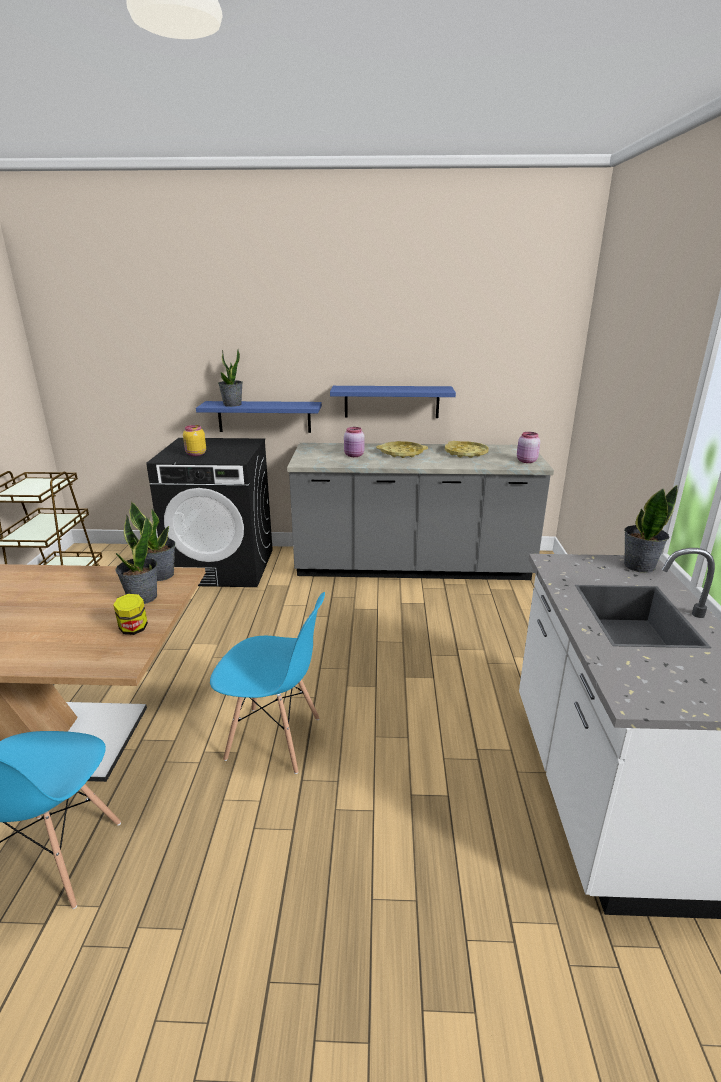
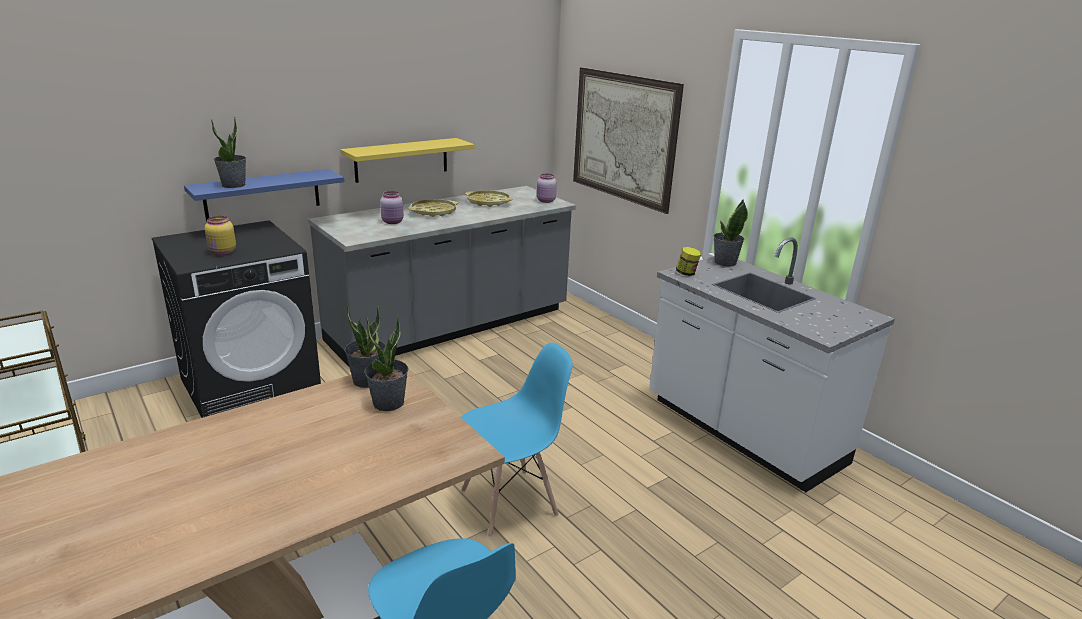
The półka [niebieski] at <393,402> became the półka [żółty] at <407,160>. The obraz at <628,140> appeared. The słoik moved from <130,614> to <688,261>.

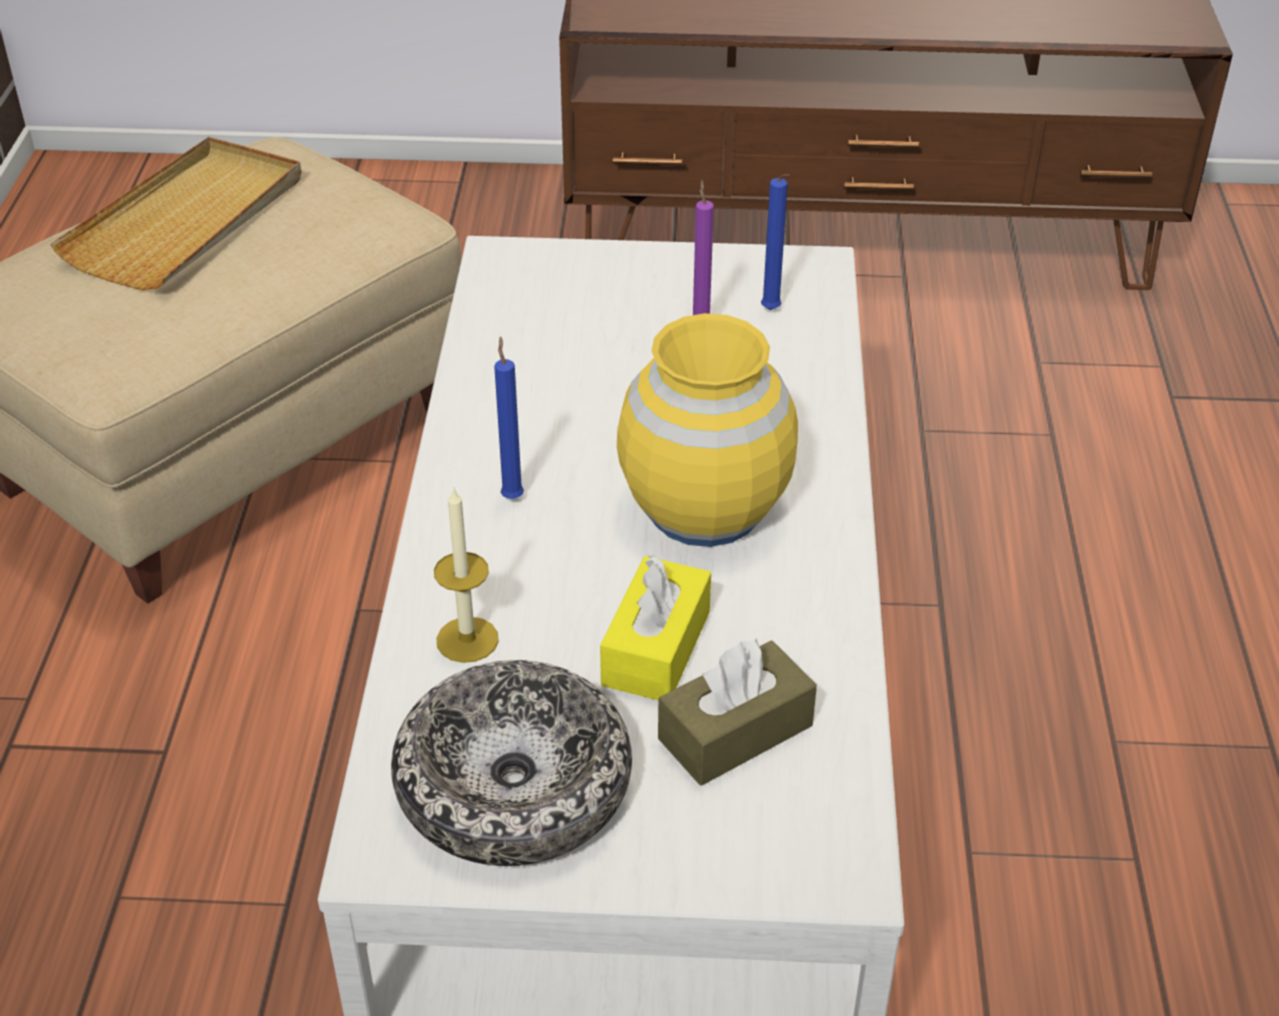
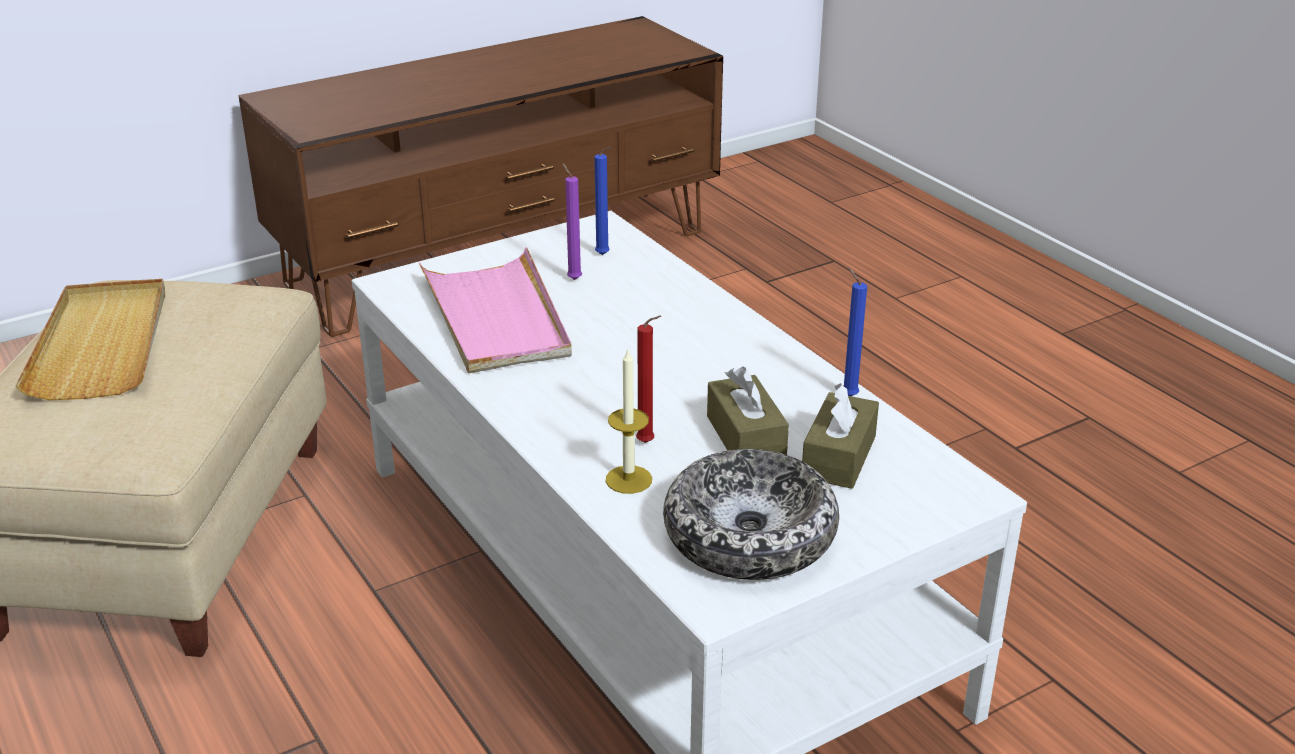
The taca [różowy] at <495,310> appeared. The świeca [czerwony] at <648,379> appeared. The pudełko chusteczek [żółty] at <655,627> became the pudełko chusteczek [brązowy] at <748,411>. The świeca [niebieski] moved from <509,417> to <855,331>. The wazon [żółty] at <707,430> disappeared.

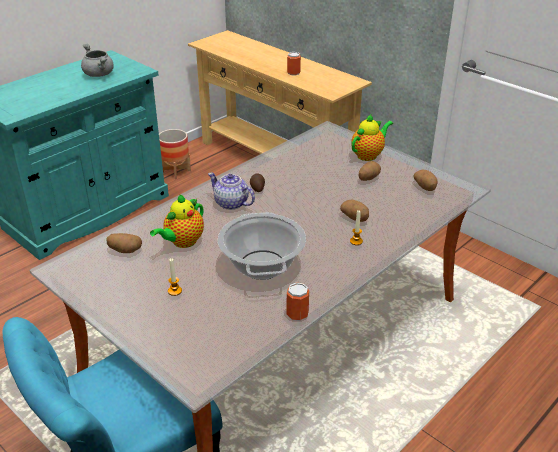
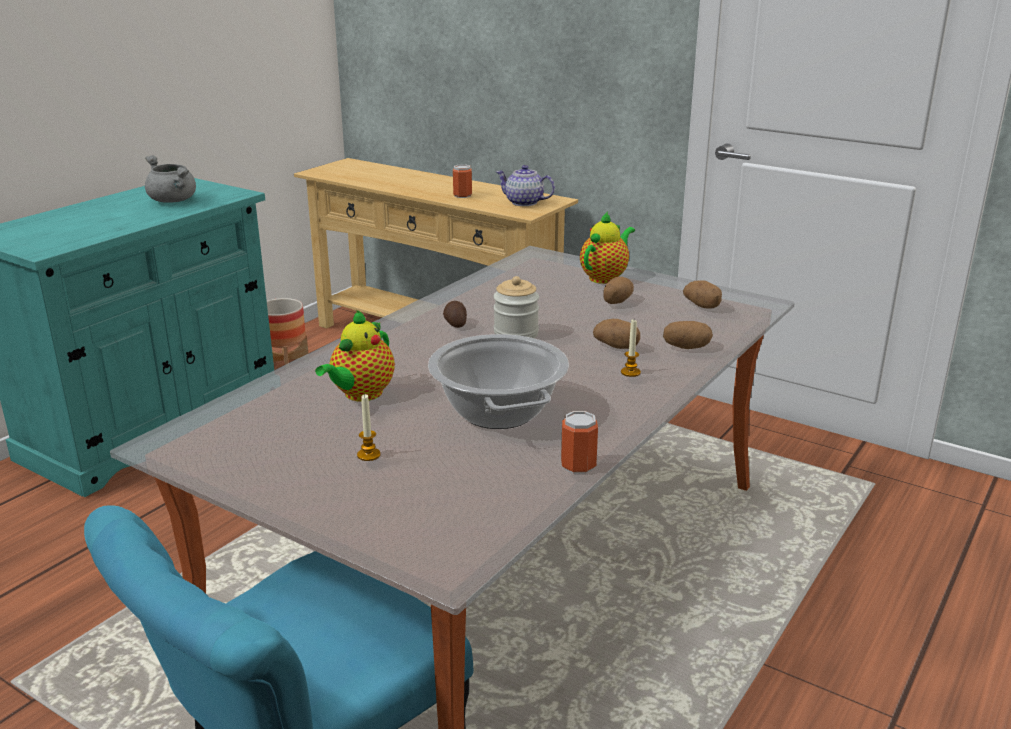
The słoik at <516,307> appeared. The imbryk moved from <231,191> to <525,185>. The ziemniak moved from <124,243> to <688,335>.

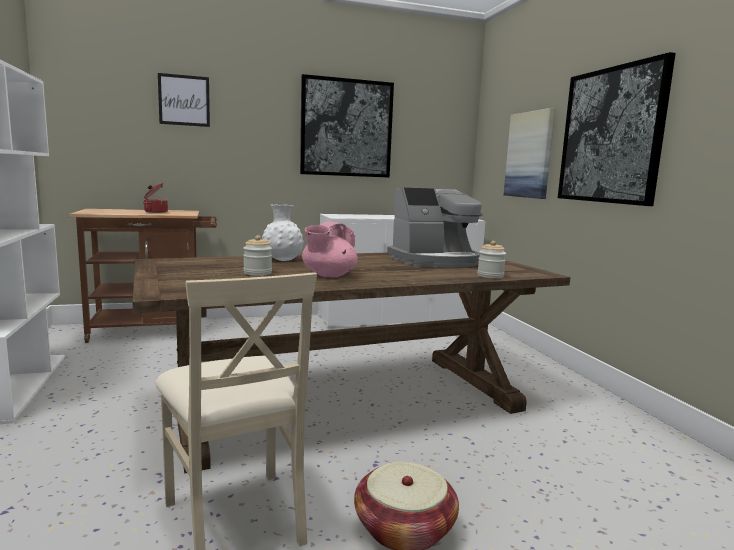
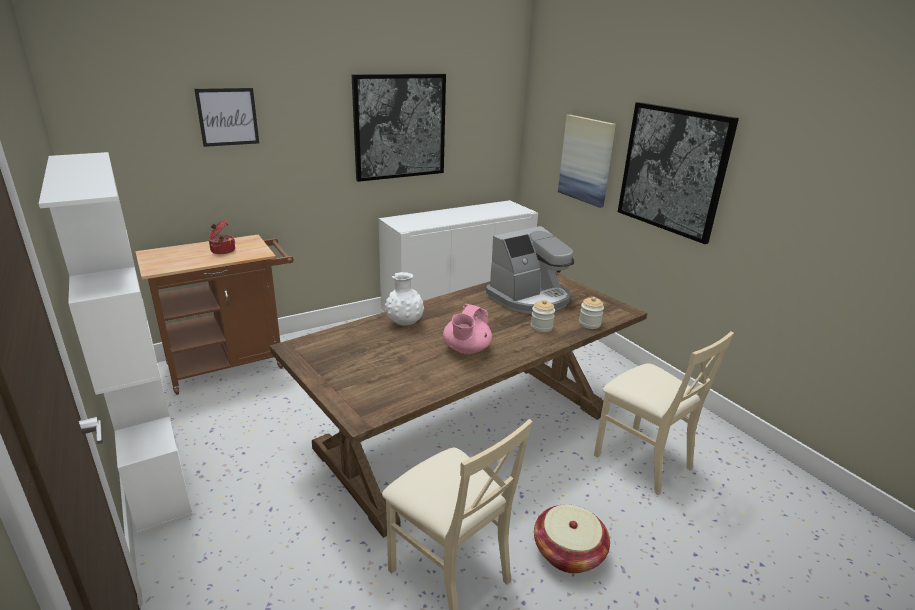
The słoik moved from <257,255> to <543,316>. The krzesło [beżowy] at <664,413> appeared.

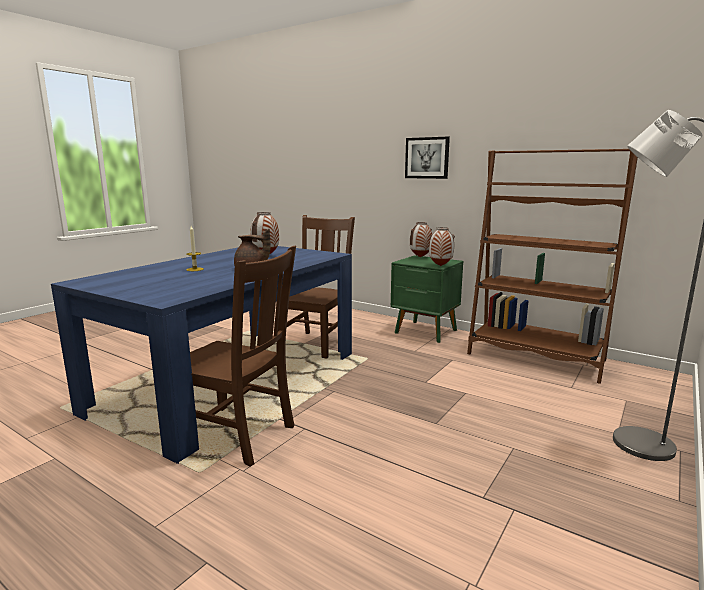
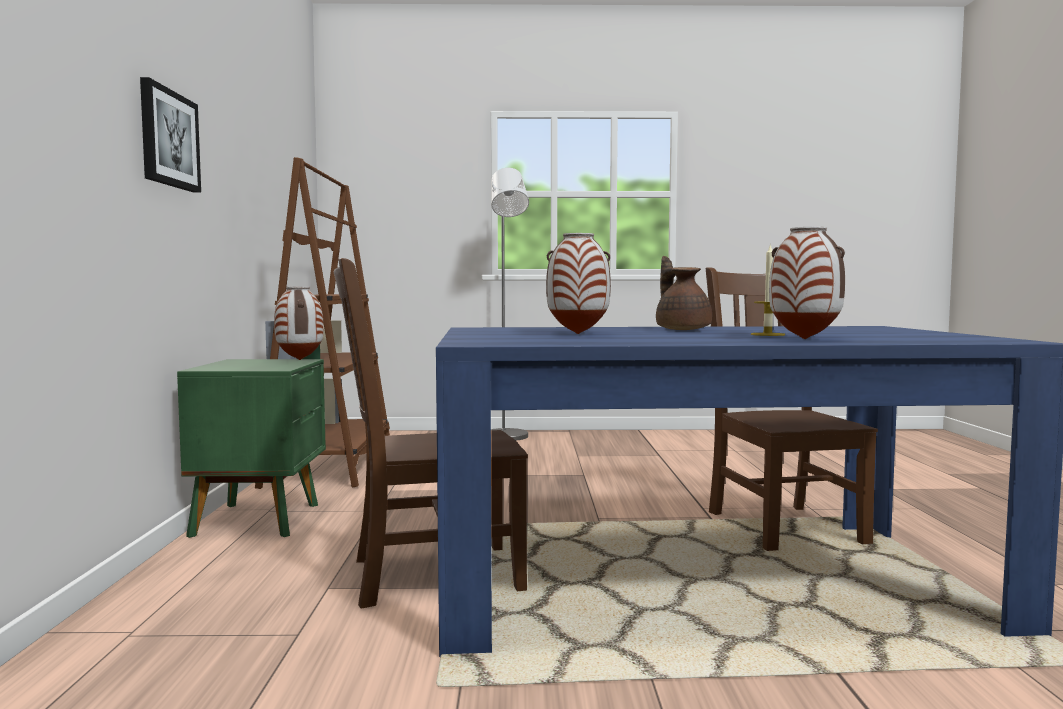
The wazon moved from <421,239> to <807,283>.

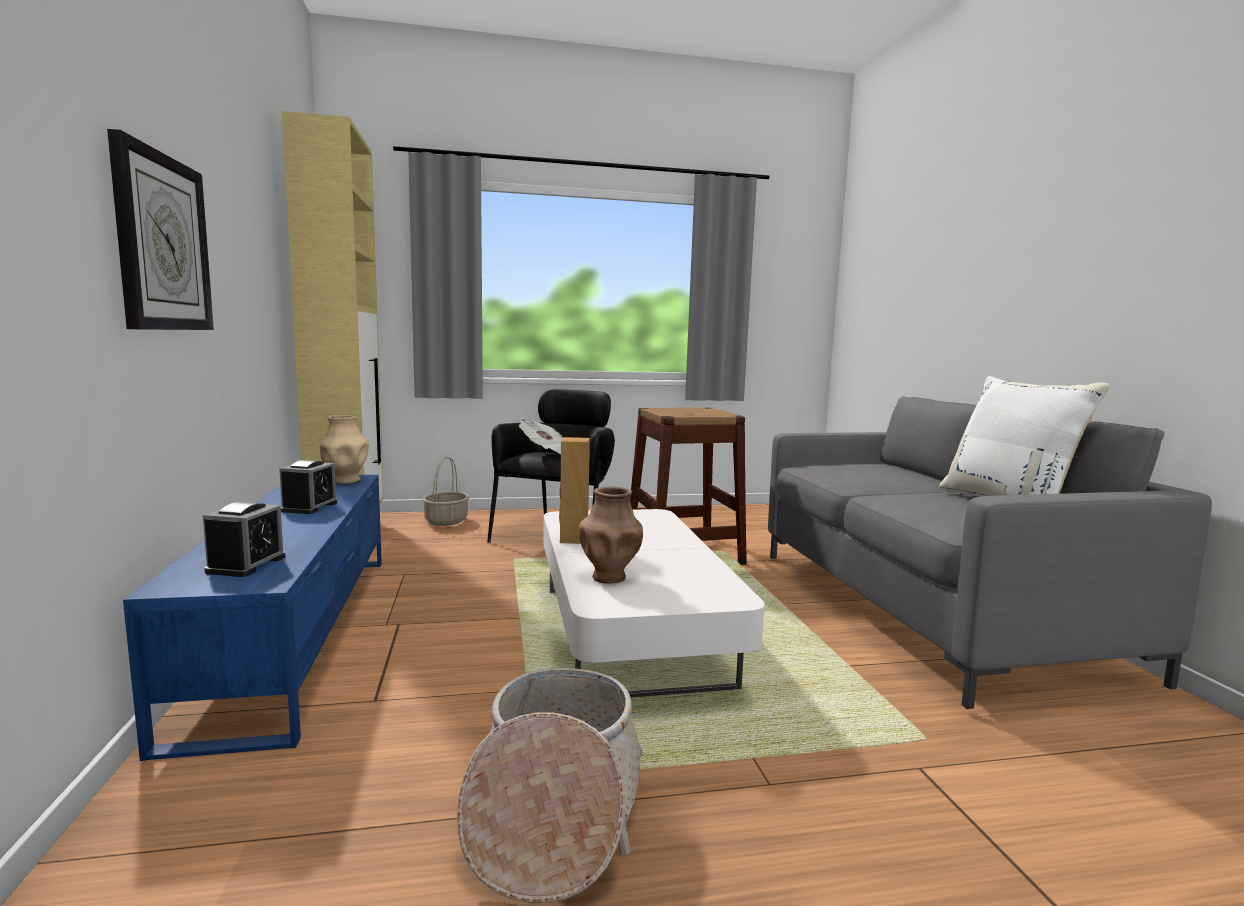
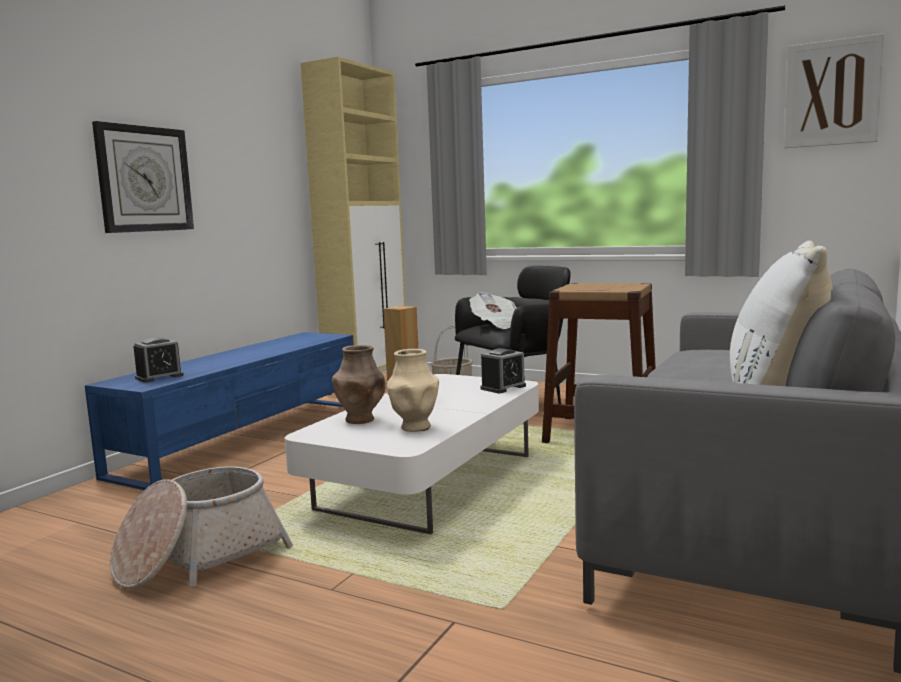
The wazon [beżowy] moved from <344,449> to <413,390>. The budzik moved from <308,487> to <503,370>. The obraz at <834,90> appeared.

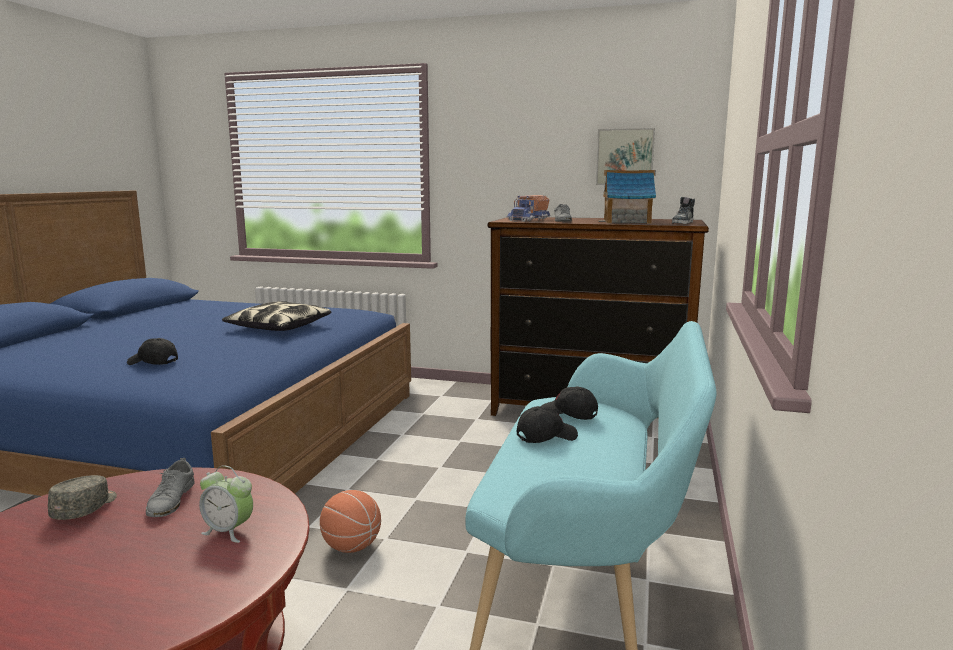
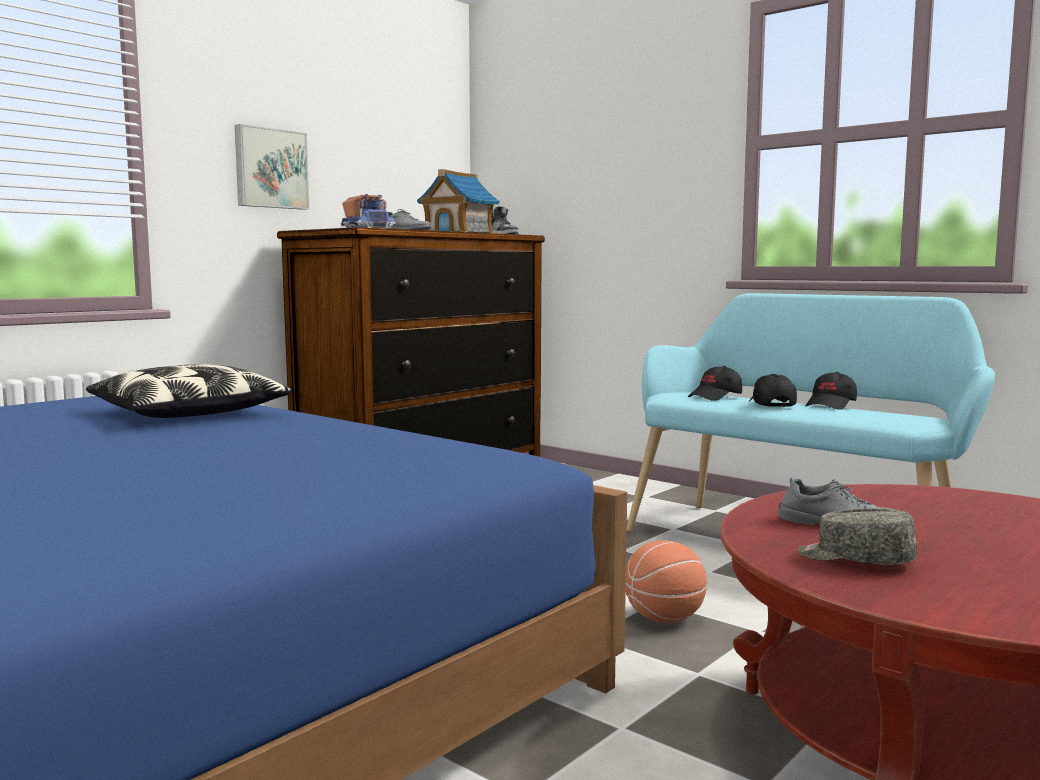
The obraz moved from <625,156> to <272,167>. The czapka z daszkiem [czarny] moved from <152,351> to <831,391>. The budzik at <226,504> disappeared.

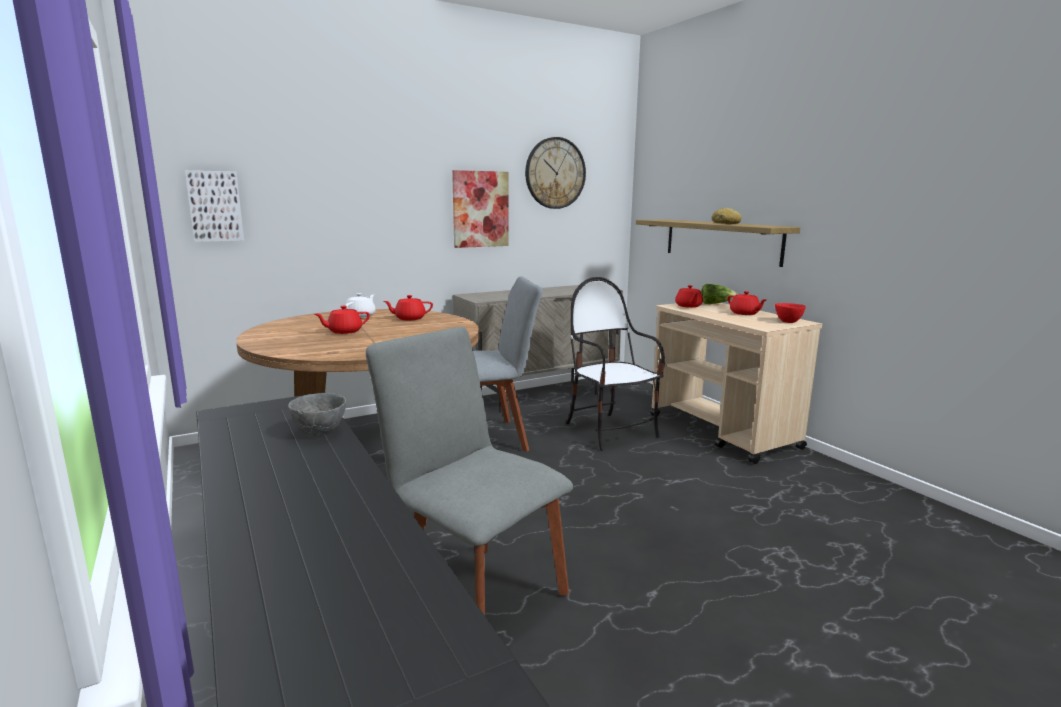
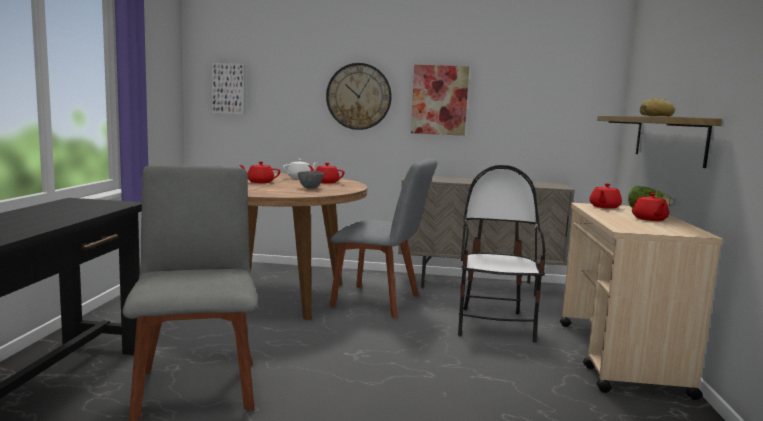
The miska [szary] moved from <317,414> to <311,180>. The zegar ścienny moved from <555,173> to <359,96>. The miska [czerwony] at <790,313> disappeared.

